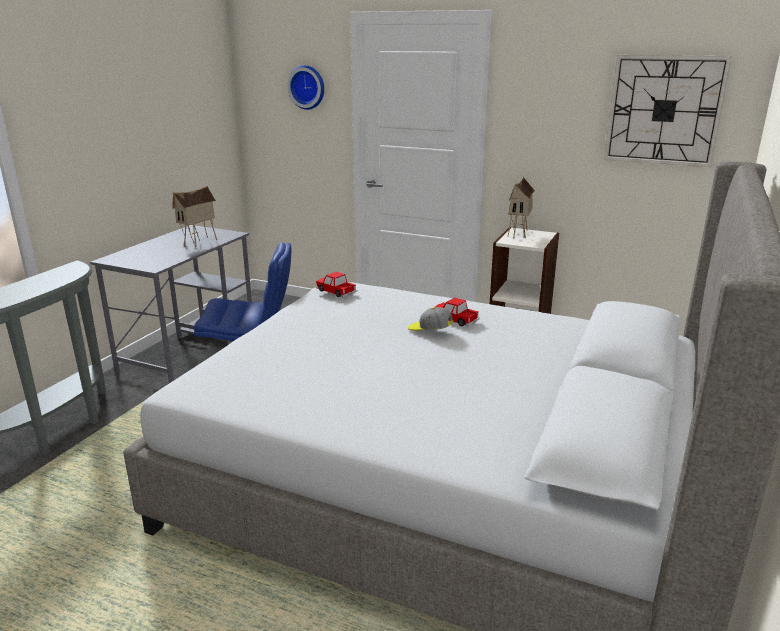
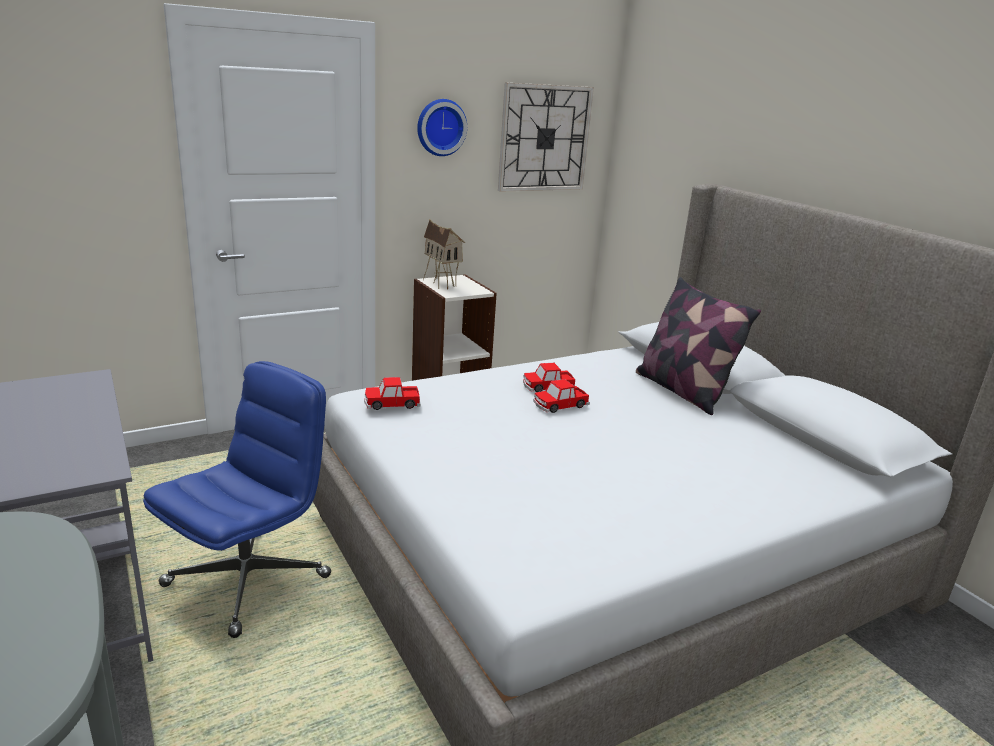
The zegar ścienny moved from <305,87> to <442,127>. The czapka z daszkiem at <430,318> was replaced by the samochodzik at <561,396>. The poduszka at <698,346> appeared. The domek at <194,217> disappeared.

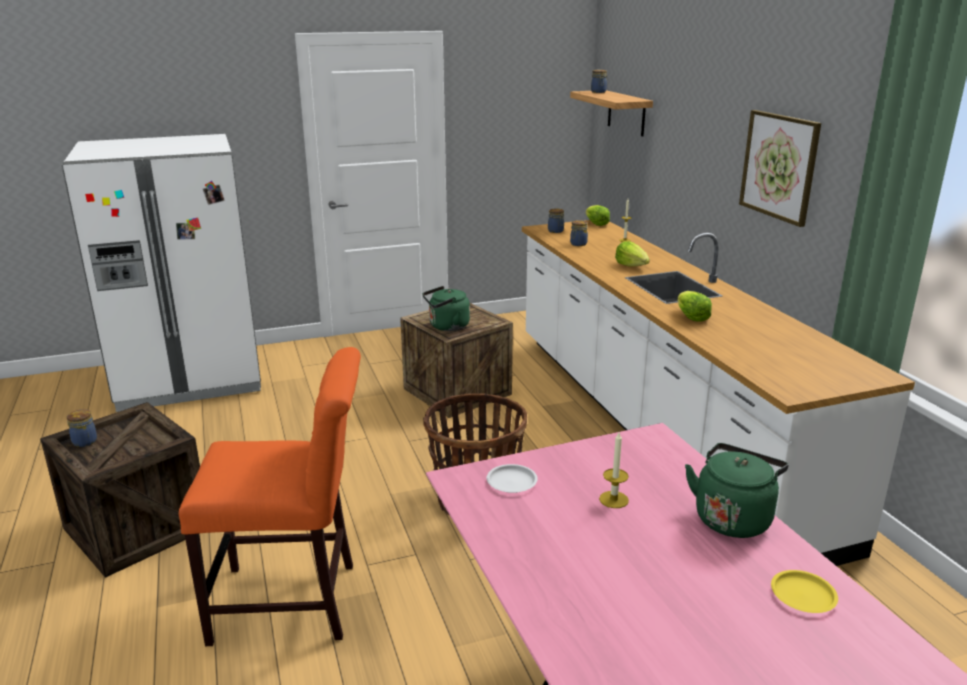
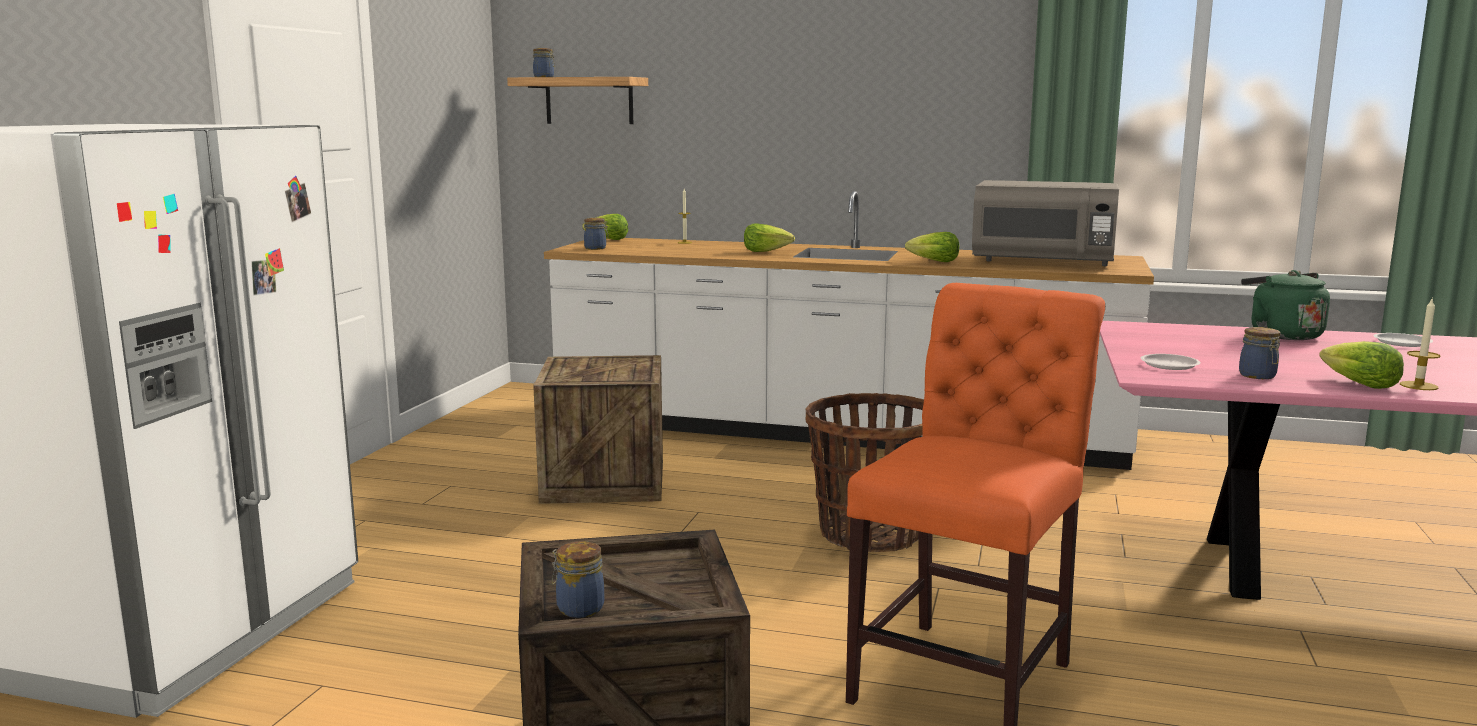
The mikrofalówka [szary] at <1045,223> appeared. The słoik moved from <579,233> to <1260,353>. The sałata at <1361,365> appeared. The talerz [żółty] at <804,591> became the talerz [biały] at <1403,340>. The świeca moved from <614,470> to <1420,344>. The czajnik [zielony] at <446,308> disappeared. The obraz at <780,168> disappeared.

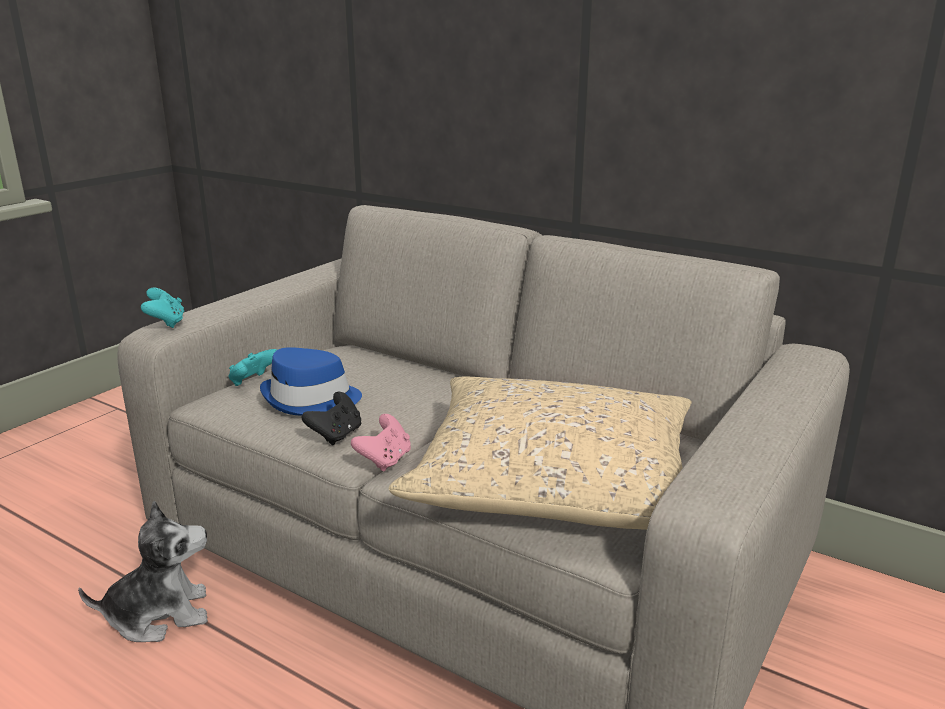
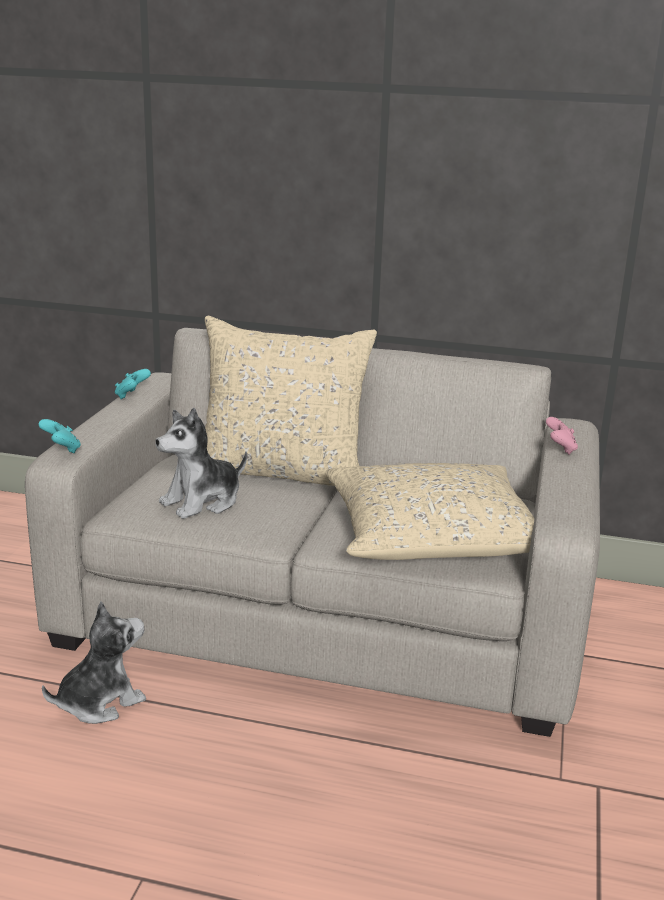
The pad do gier [turkusowy] moved from <252,367> to <133,384>. The kapelusz [niebieski] at <311,381> was replaced by the pluszak at <201,463>. The poduszka [beżowy] at <291,401> appeared. The pad do gier [różowy] moved from <381,442> to <562,436>. The pad do gier [czarny] at <331,418> disappeared.

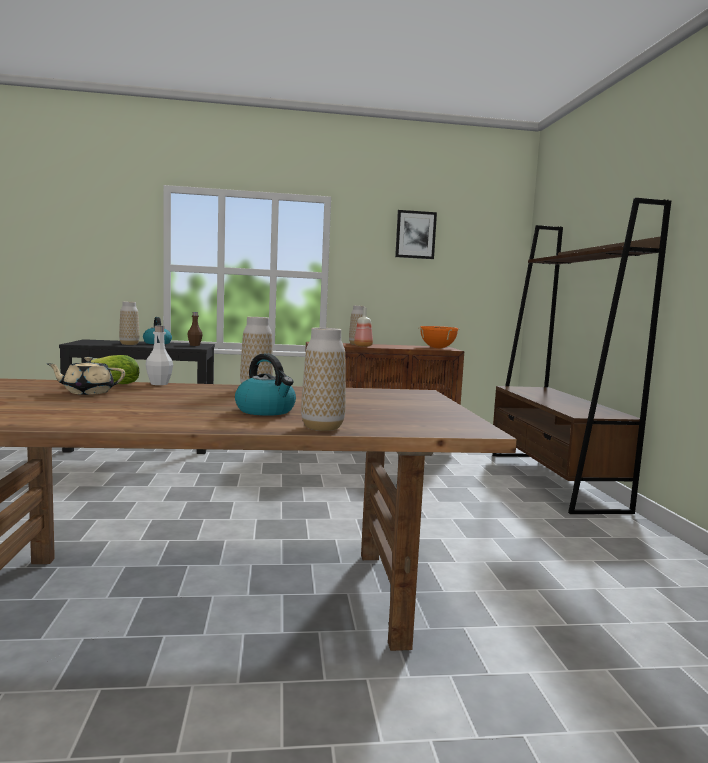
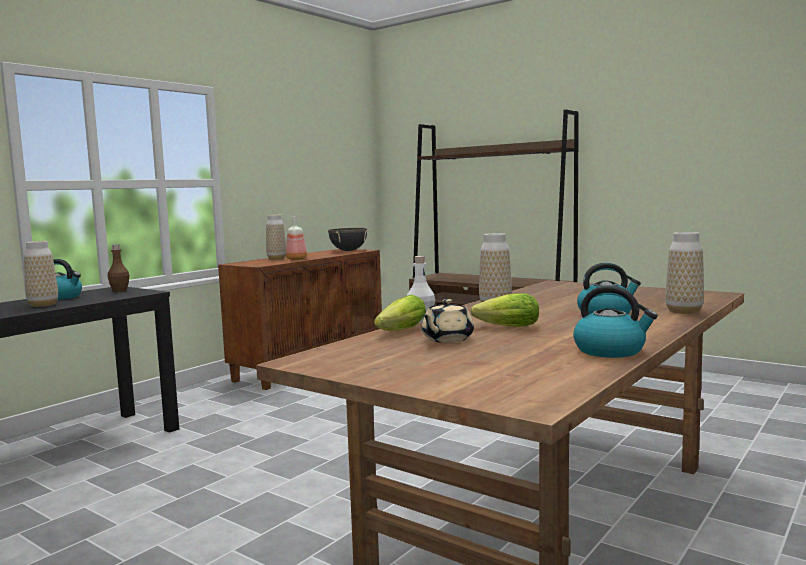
The garnek [pomarańczowy] at <438,337> became the garnek [czarny] at <348,239>. The sałata at <504,310> appeared. The czajnik at <615,321> appeared. The obraz at <416,234> disappeared.

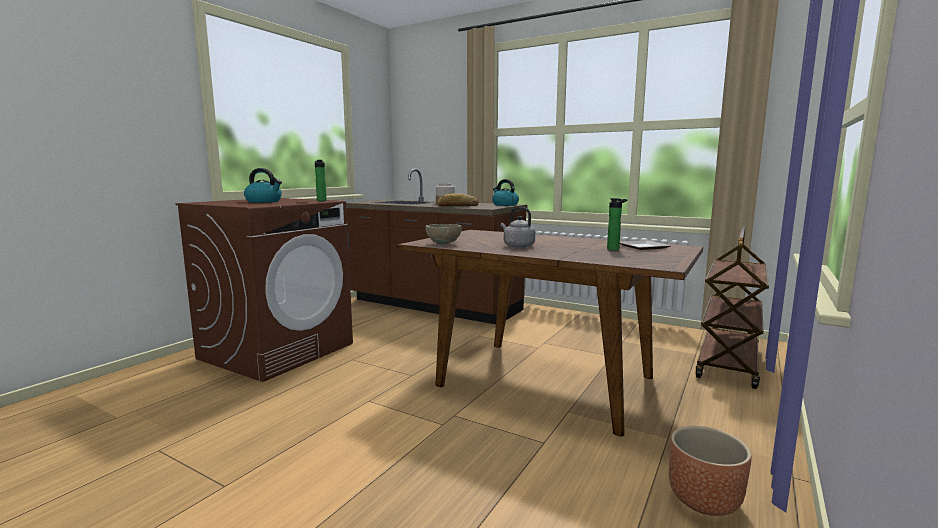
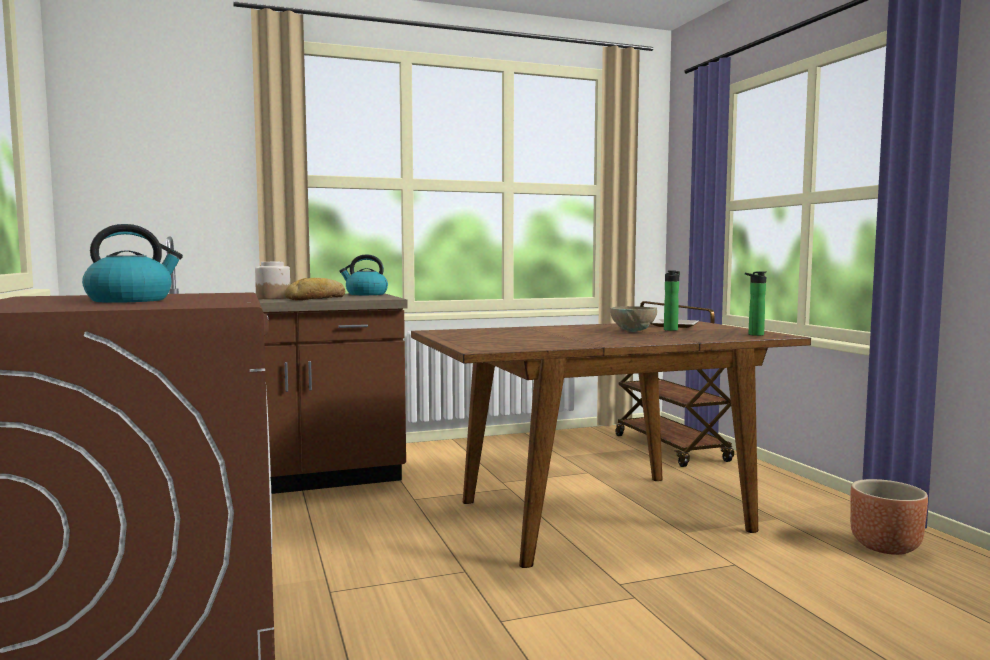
The miska [beżowy] moved from <444,234> to <633,319>. The butelka moved from <321,180> to <755,303>. The czajnik [szary] at <518,227> disappeared.

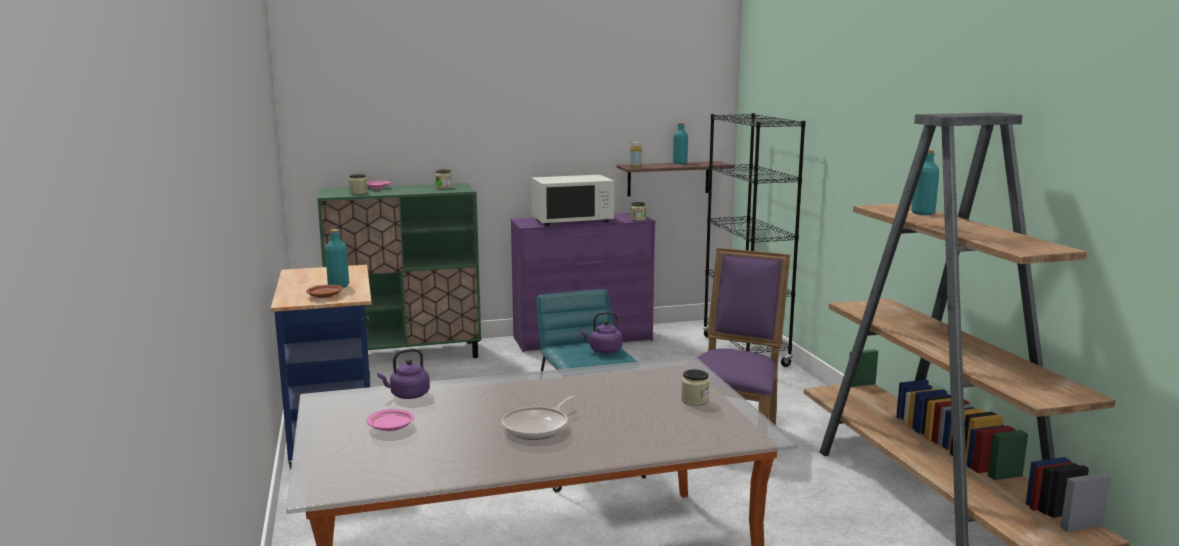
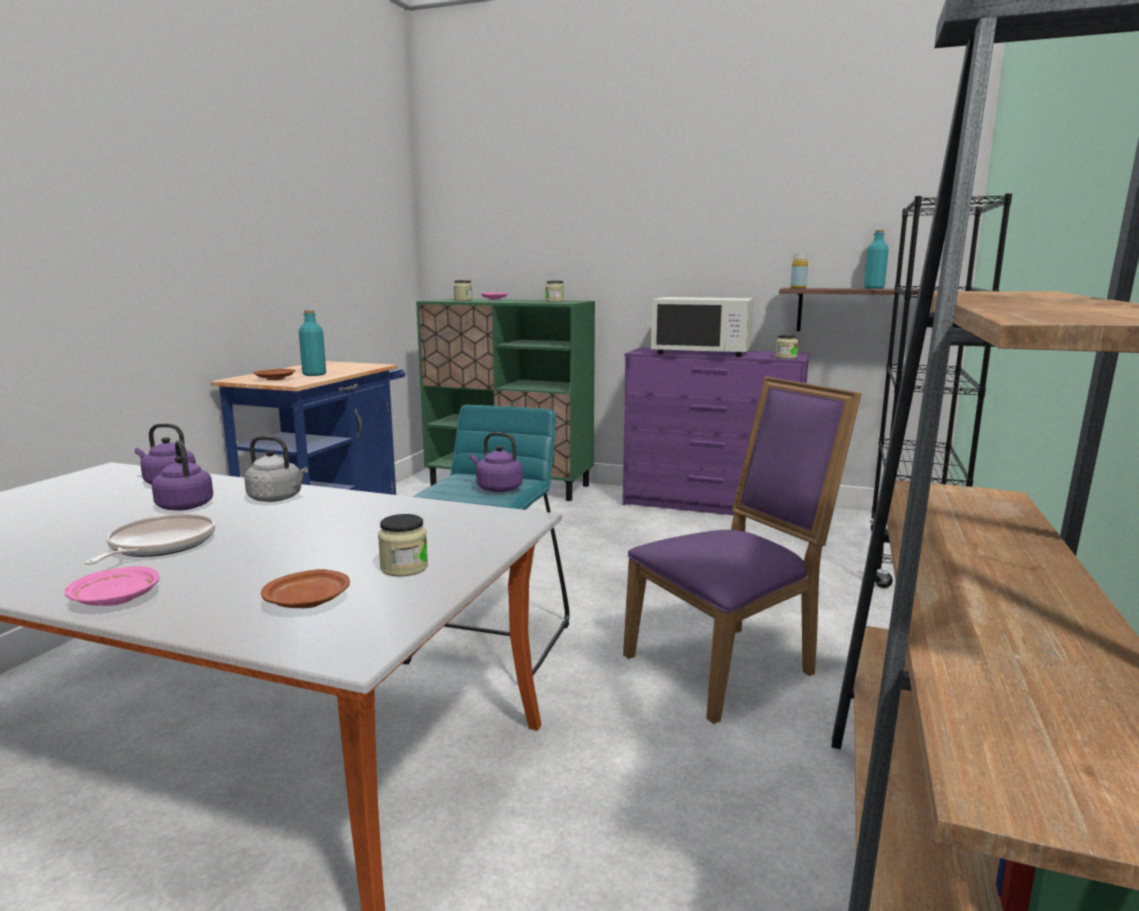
The talerz [różowy] moved from <390,420> to <111,586>. The patelnia at <538,418> turned 120 degrees clockwise. The czajnik [fioletowy] at <182,475> appeared. The czajnik [szary] at <276,469> appeared. The talerz [brązowy] at <305,588> appeared. The butelka [turkusowy] at <925,182> disappeared.

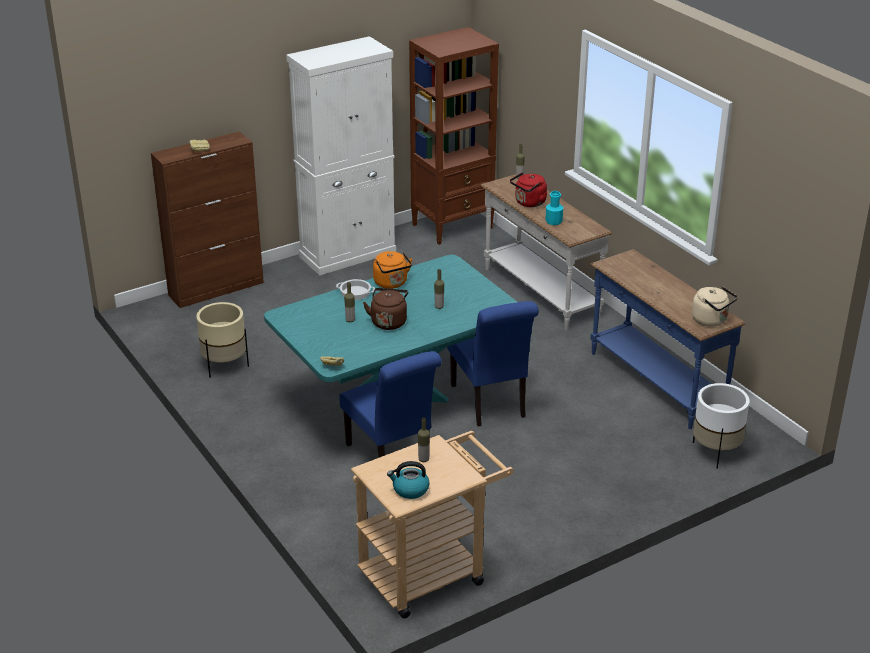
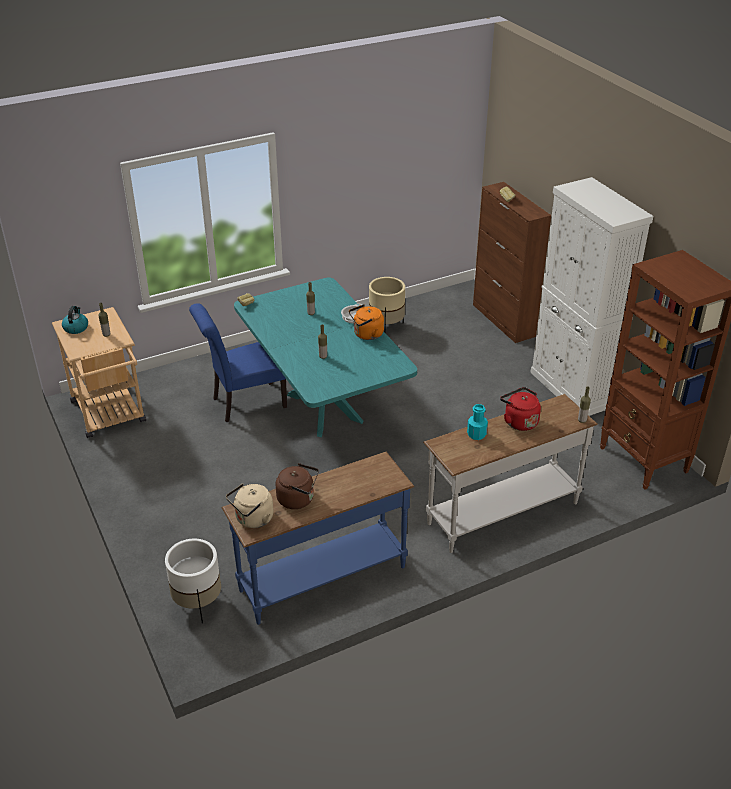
The czajnik [brązowy] moved from <385,309> to <297,486>. The krzesło [niebieski] at <493,364> disappeared.

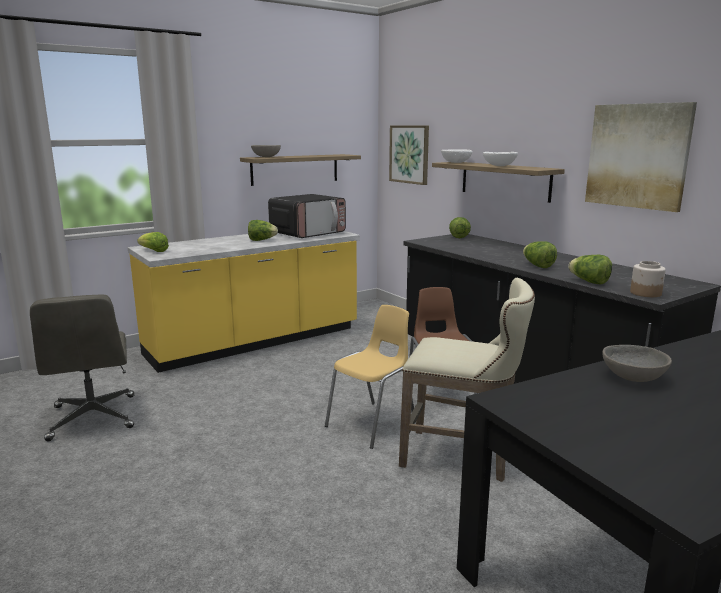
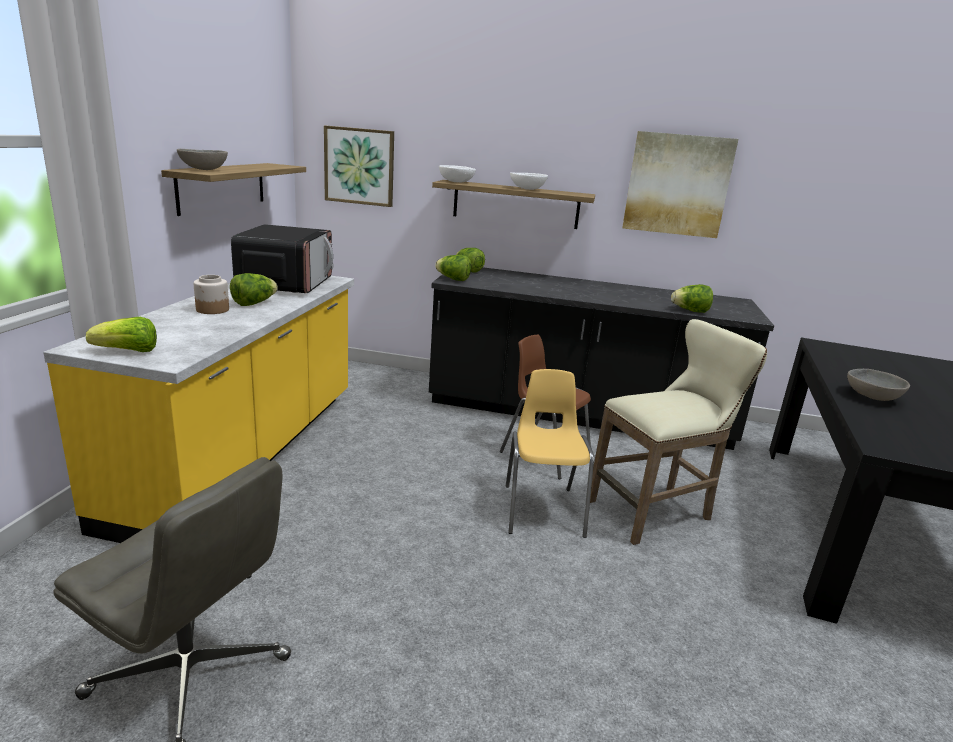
The słoik moved from <648,279> to <211,294>. The sałata moved from <540,254> to <453,268>.

